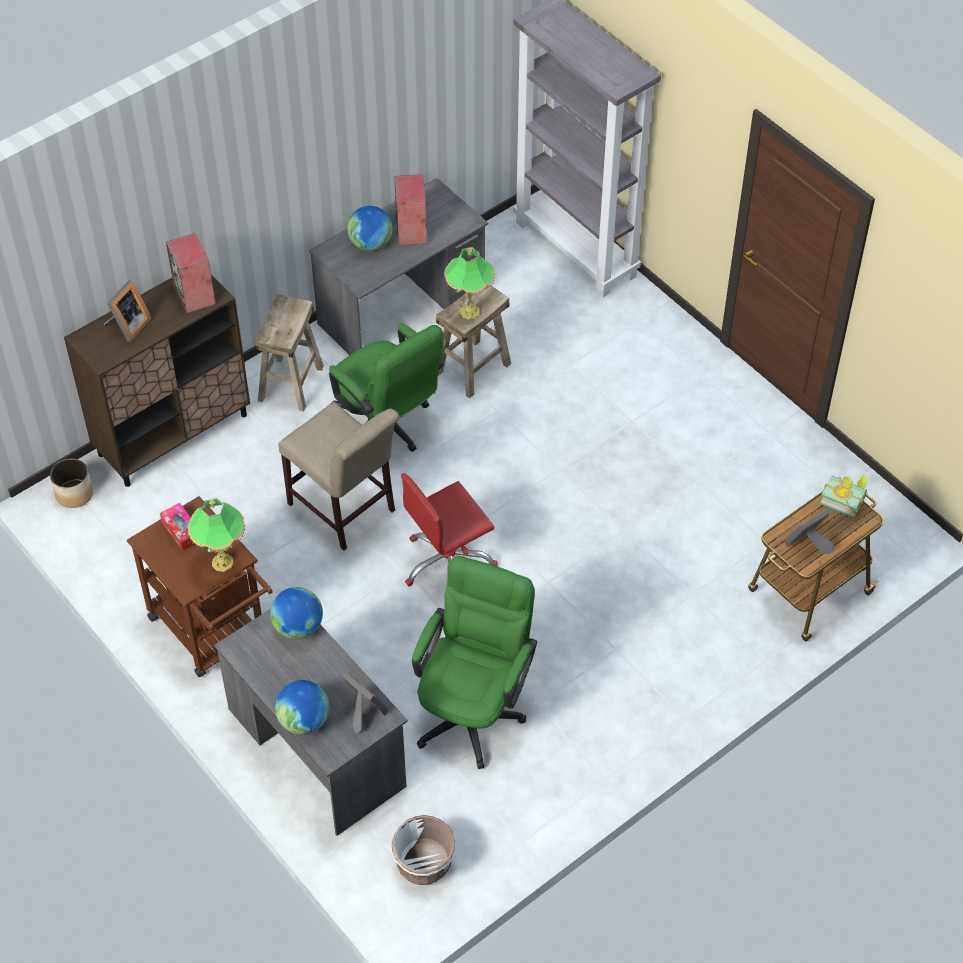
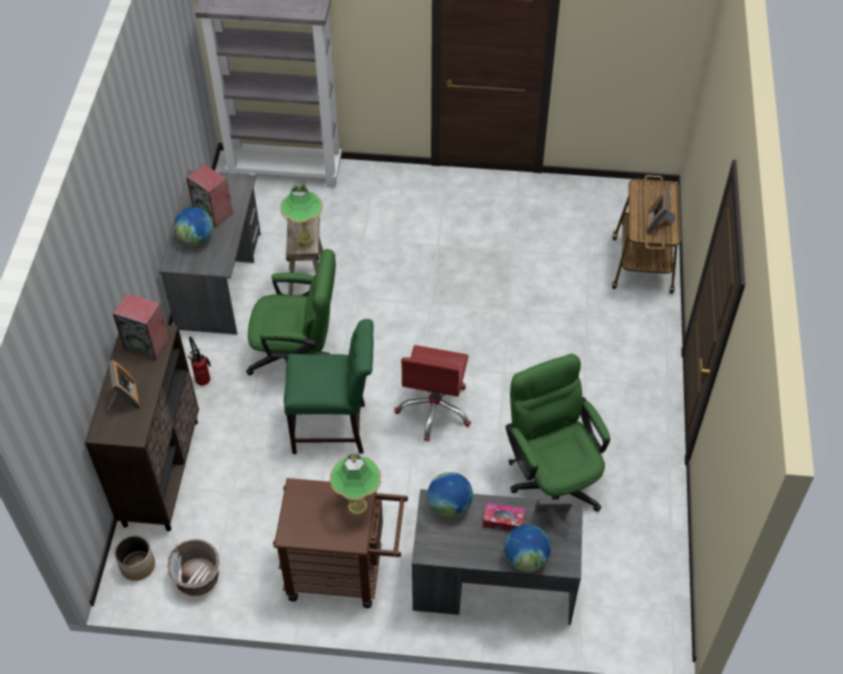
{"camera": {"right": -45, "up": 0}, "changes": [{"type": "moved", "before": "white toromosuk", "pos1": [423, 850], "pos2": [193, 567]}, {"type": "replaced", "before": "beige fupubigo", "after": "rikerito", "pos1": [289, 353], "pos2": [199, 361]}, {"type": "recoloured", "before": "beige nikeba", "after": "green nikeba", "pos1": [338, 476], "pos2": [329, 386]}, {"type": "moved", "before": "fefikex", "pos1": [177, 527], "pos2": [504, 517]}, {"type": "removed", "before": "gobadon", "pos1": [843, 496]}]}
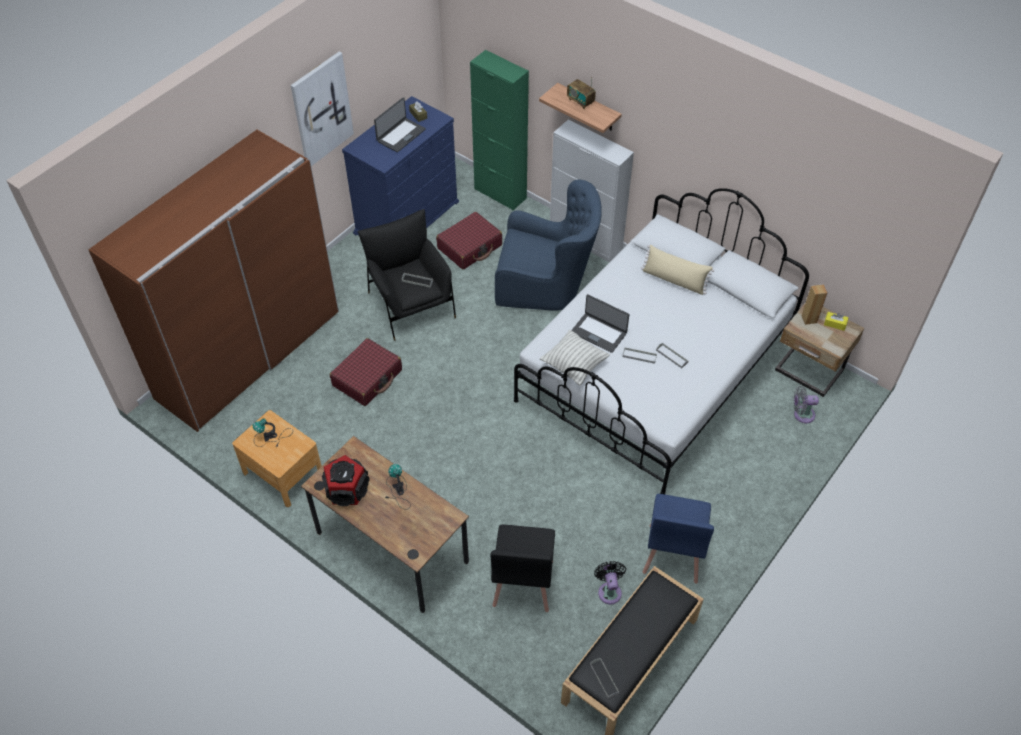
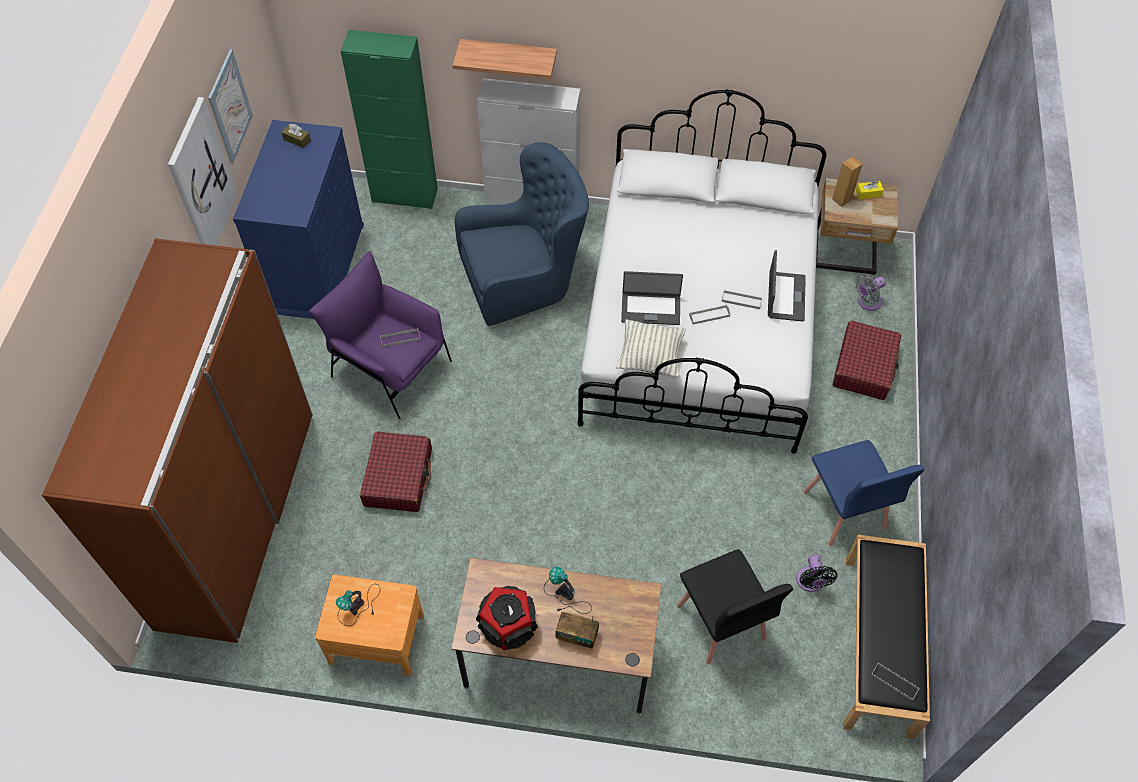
{"camera": {"right": -30, "up": 5}, "changes": [{"type": "added", "after": "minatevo", "pos2": [230, 106]}, {"type": "recoloured", "before": "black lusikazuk", "after": "purple lusikazuk", "pos1": [407, 275], "pos2": [380, 335]}, {"type": "moved", "before": "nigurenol", "pos1": [581, 93], "pos2": [577, 630]}, {"type": "moved", "before": "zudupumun", "pos1": [400, 124], "pos2": [787, 286]}, {"type": "turned", "before": "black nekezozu", "pos1": [610, 582], "pos2": [817, 573], "turn": -150}, {"type": "moved", "before": "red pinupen", "pos1": [469, 240], "pos2": [866, 360]}, {"type": "removed", "before": "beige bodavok", "pos1": [677, 270]}]}
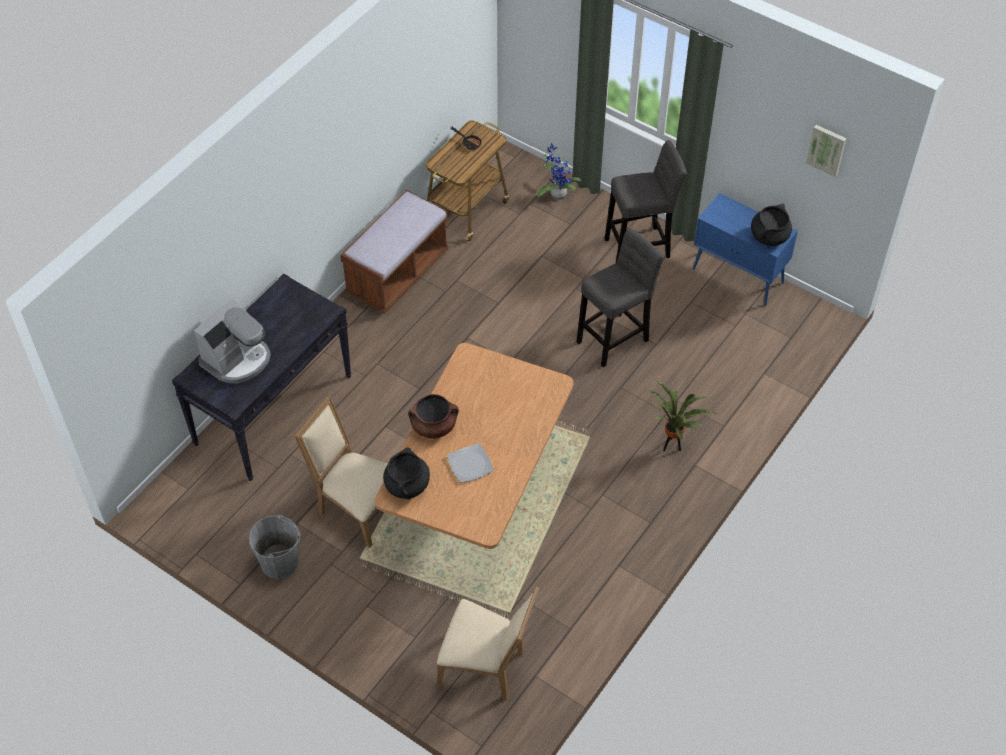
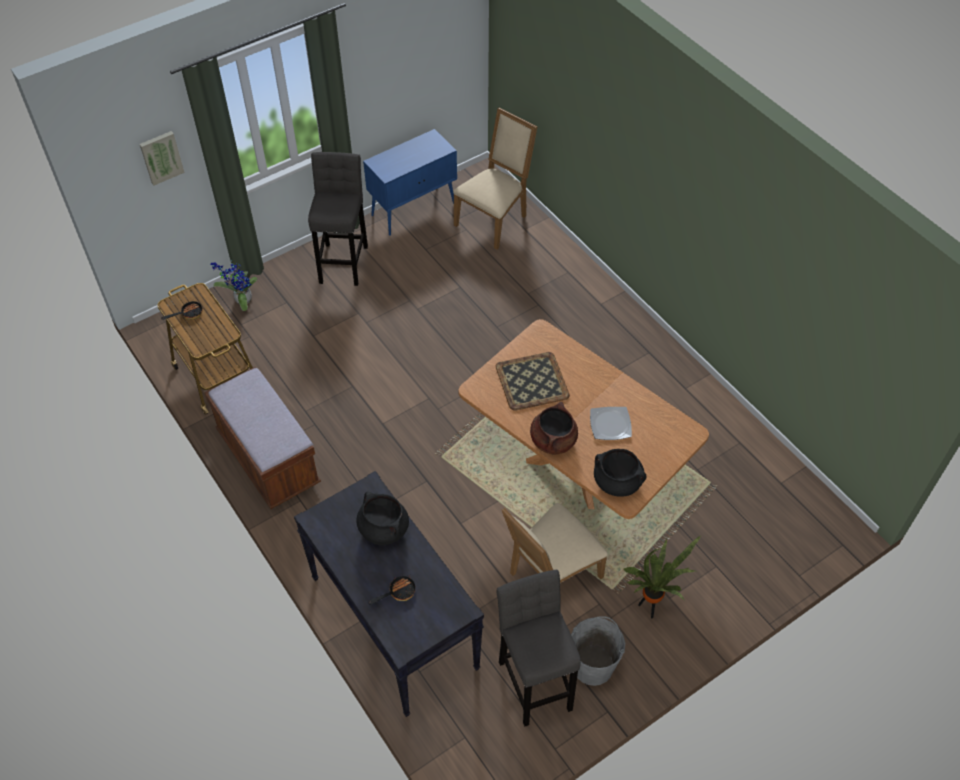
{"camera": {"right": -70, "up": 0}, "changes": [{"type": "moved", "before": "minatevo", "pos1": [826, 151], "pos2": [162, 158]}, {"type": "moved", "before": "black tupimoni", "pos1": [771, 225], "pos2": [383, 518]}, {"type": "replaced", "before": "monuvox", "after": "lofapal", "pos1": [232, 341], "pos2": [392, 590]}, {"type": "moved", "before": "beige nikeba", "pos1": [488, 643], "pos2": [495, 178]}, {"type": "added", "after": "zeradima", "pos2": [533, 381]}, {"type": "moved", "before": "grey fupubigo", "pos1": [620, 297], "pos2": [539, 647]}, {"type": "moved", "before": "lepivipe", "pos1": [682, 416], "pos2": [662, 577]}]}
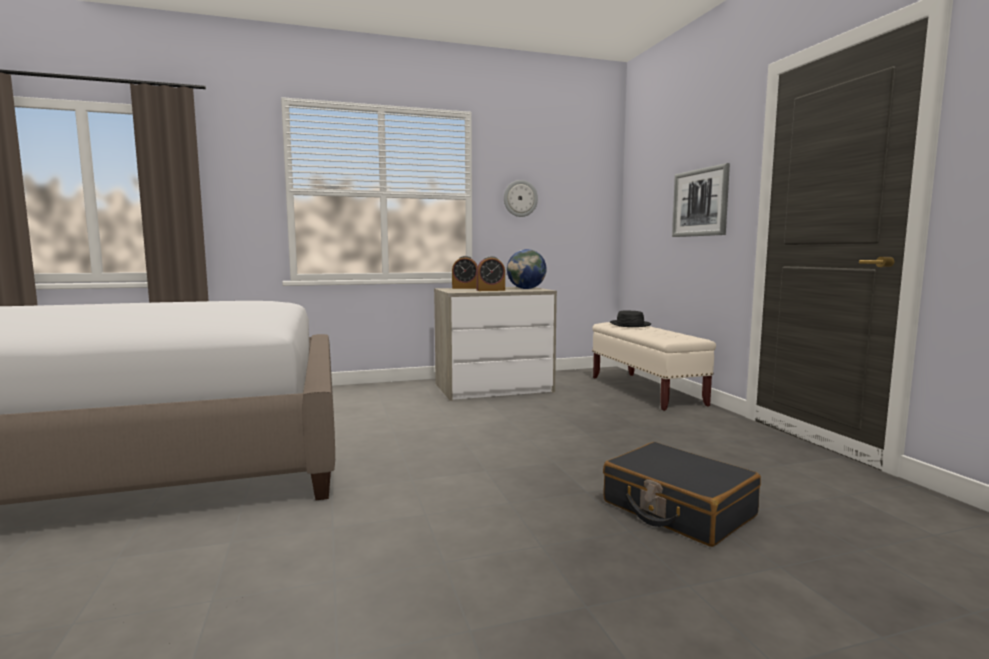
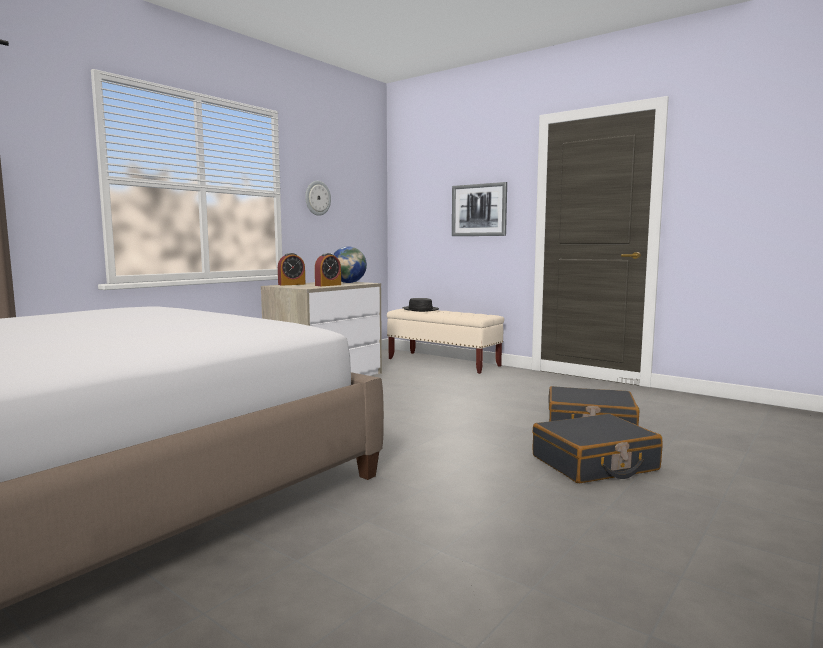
{"camera": {"right": -35, "up": 0}, "changes": [{"type": "added", "after": "black pinupen", "pos2": [597, 448]}]}
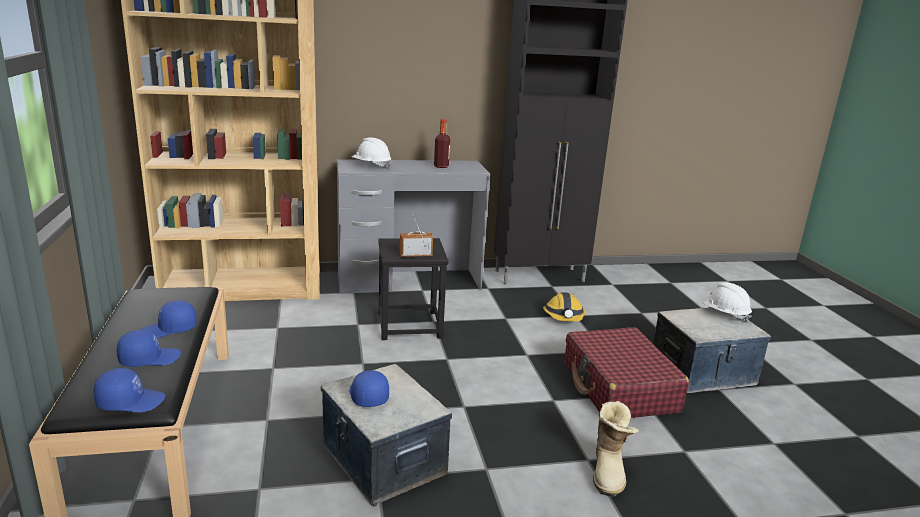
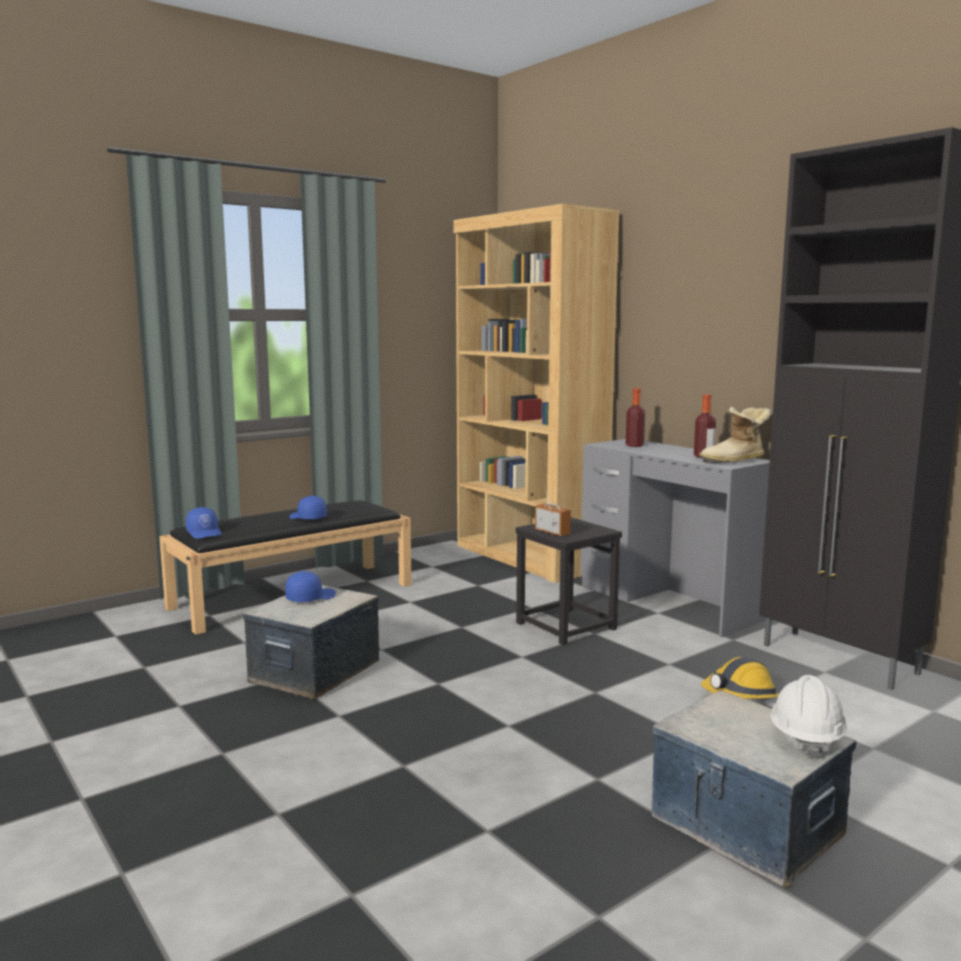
{"camera": {"right": 65, "up": -10}, "changes": [{"type": "replaced", "before": "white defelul", "after": "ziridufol", "pos1": [371, 153], "pos2": [635, 417]}, {"type": "moved", "before": "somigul", "pos1": [616, 449], "pos2": [735, 435]}, {"type": "removed", "before": "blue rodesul", "pos1": [149, 348]}, {"type": "removed", "before": "red pinupen", "pos1": [626, 372]}]}
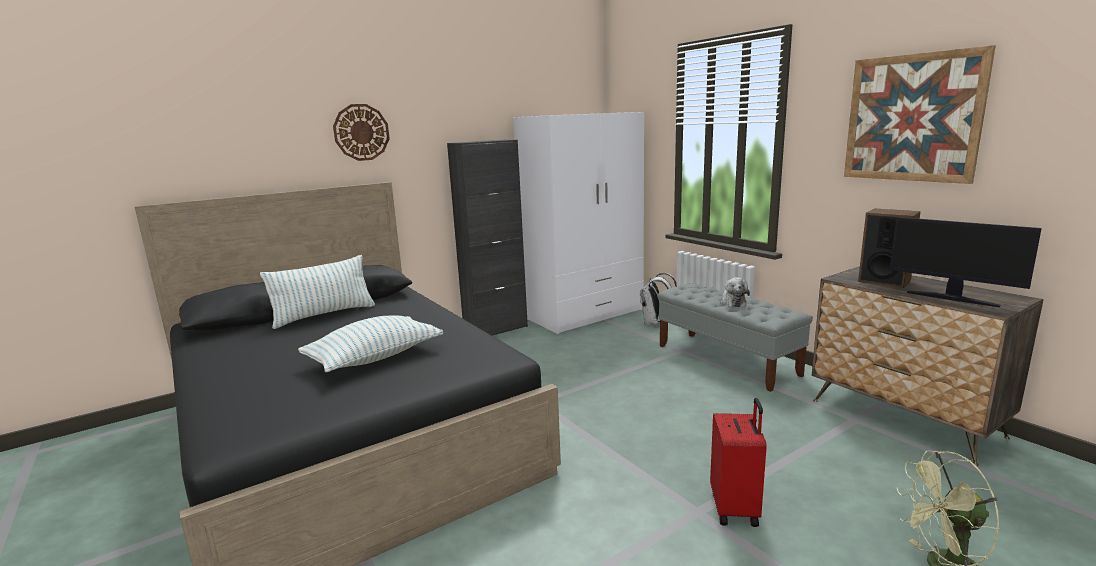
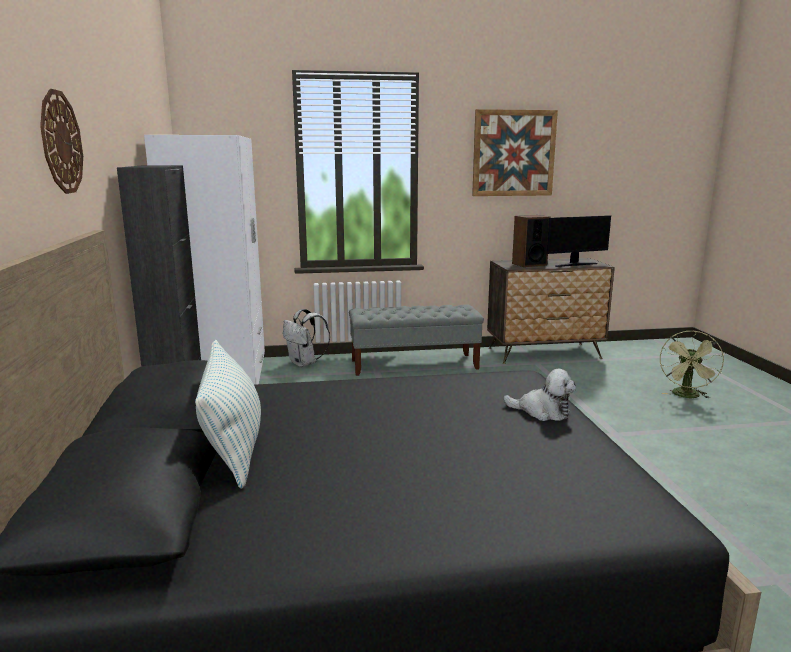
{"camera": {"right": -65, "up": 0}, "changes": [{"type": "moved", "before": "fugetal", "pos1": [735, 292], "pos2": [539, 395]}, {"type": "removed", "before": "bodavok", "pos1": [370, 343]}, {"type": "removed", "before": "red pinupen", "pos1": [738, 462]}]}
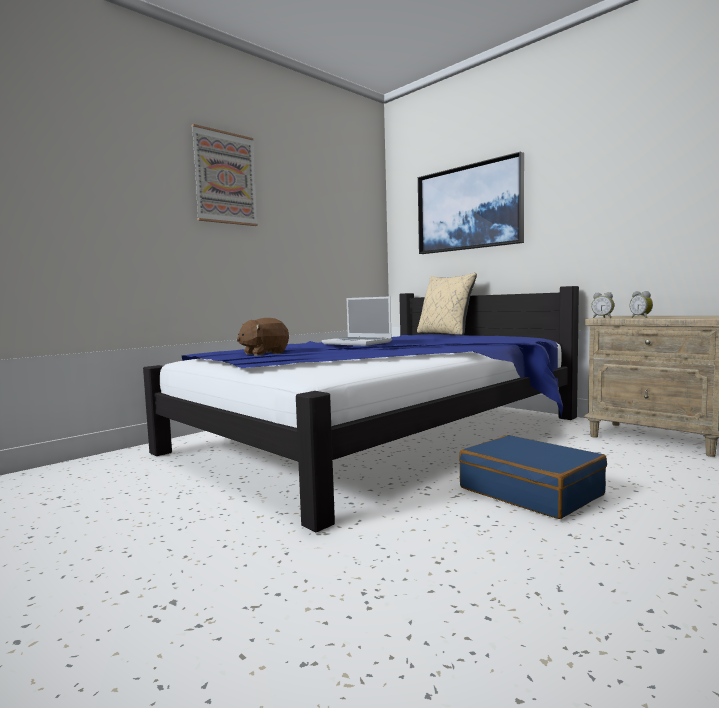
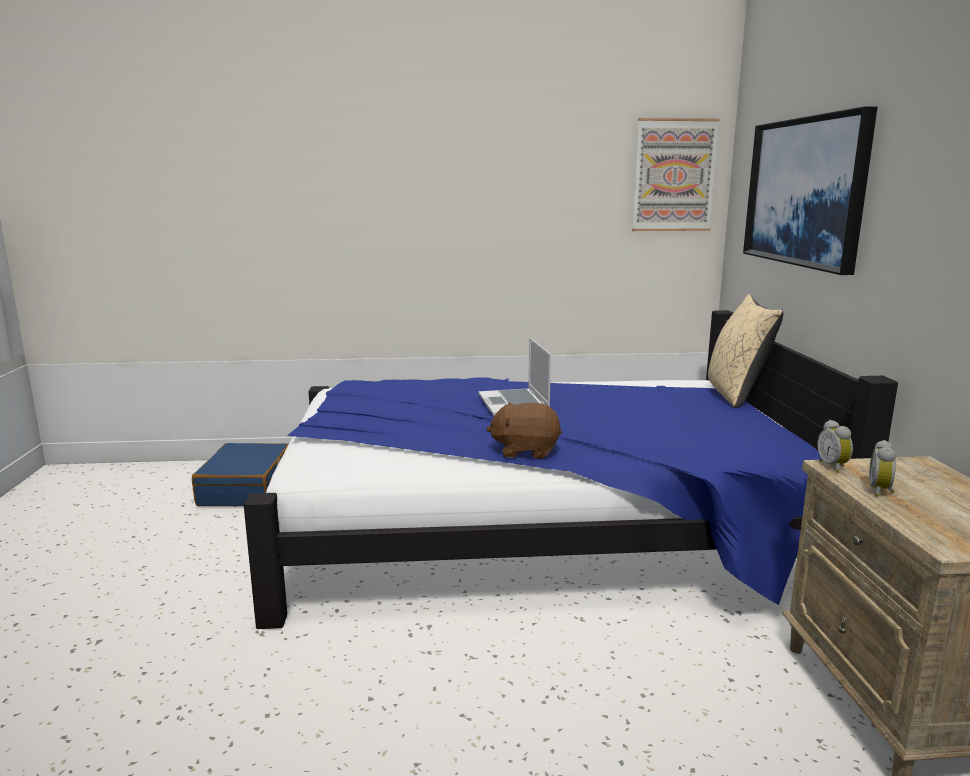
{"camera": {"right": 40, "up": 10}, "changes": [{"type": "moved", "before": "blue pinupen", "pos1": [533, 477], "pos2": [240, 474]}, {"type": "moved", "before": "brown fugetal", "pos1": [263, 337], "pos2": [524, 431]}, {"type": "moved", "before": "minatevo", "pos1": [225, 175], "pos2": [676, 174]}]}
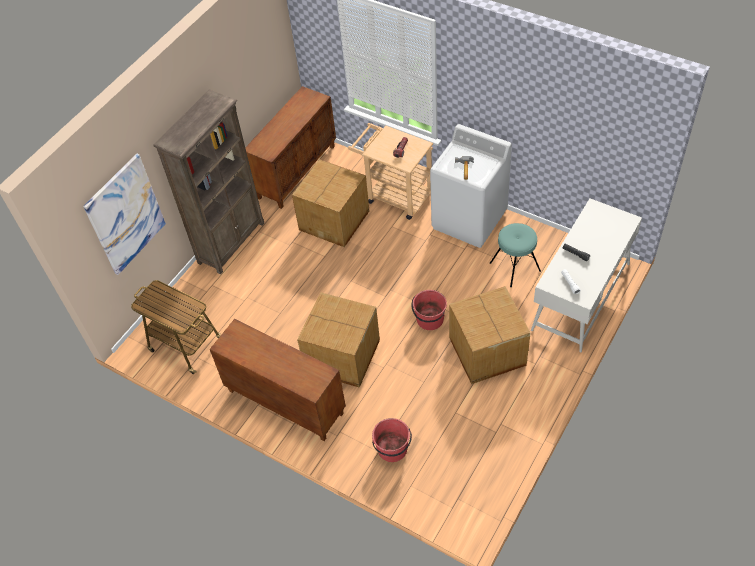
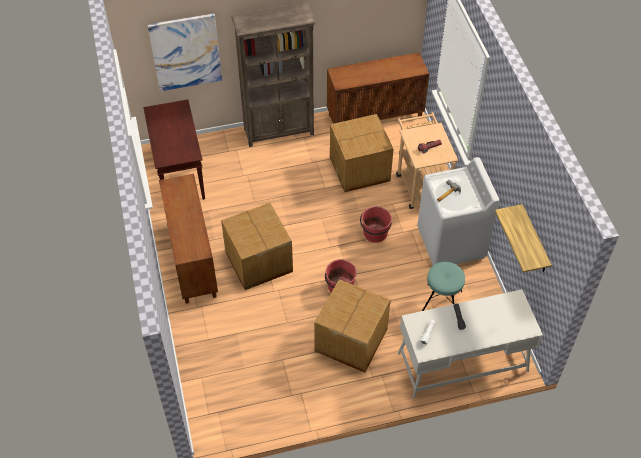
{"camera": {"right": 40, "up": 0}, "changes": [{"type": "replaced", "before": "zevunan", "after": "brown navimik", "pos1": [176, 327], "pos2": [174, 149]}, {"type": "moved", "before": "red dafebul", "pos1": [392, 440], "pos2": [376, 224]}, {"type": "added", "after": "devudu", "pos2": [523, 238]}]}
